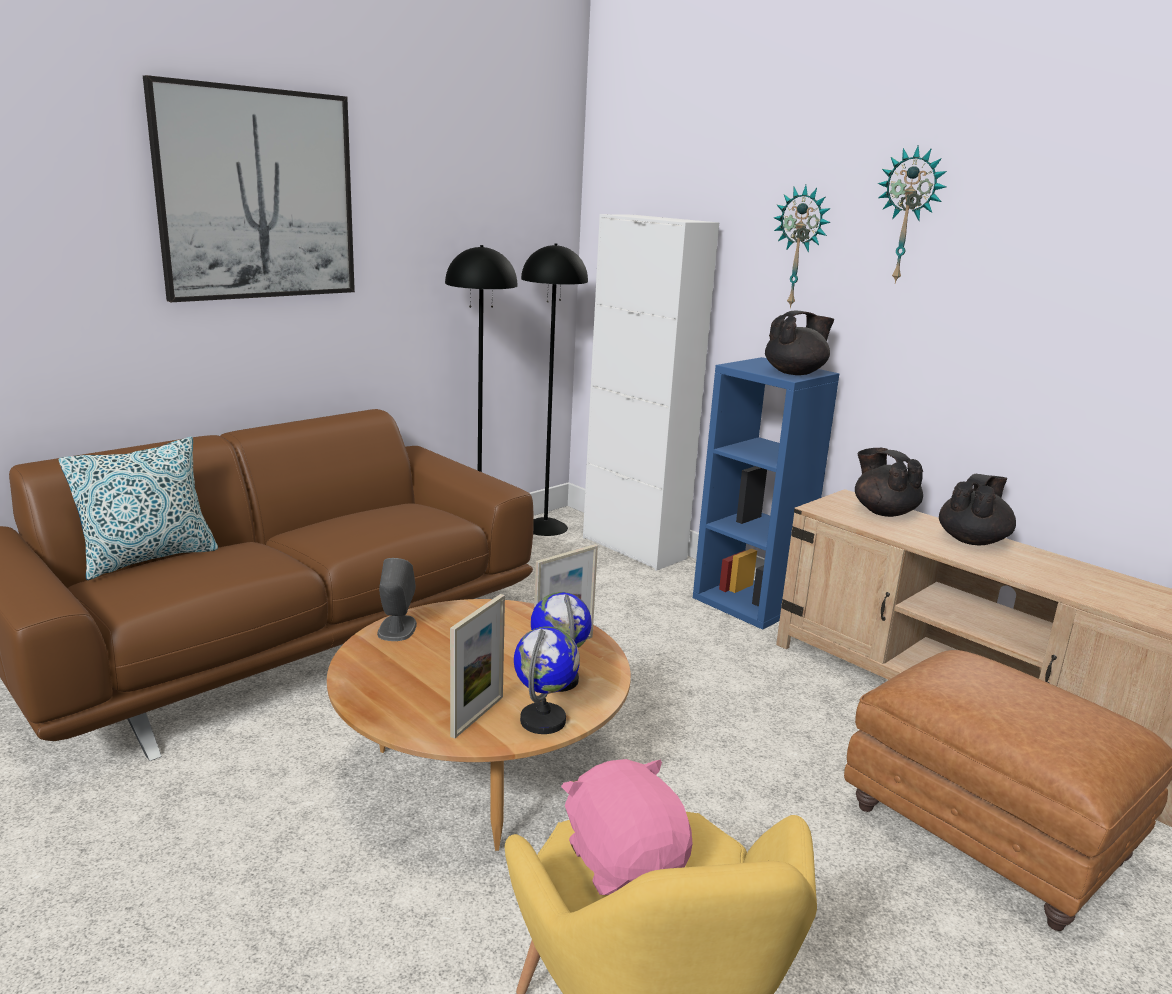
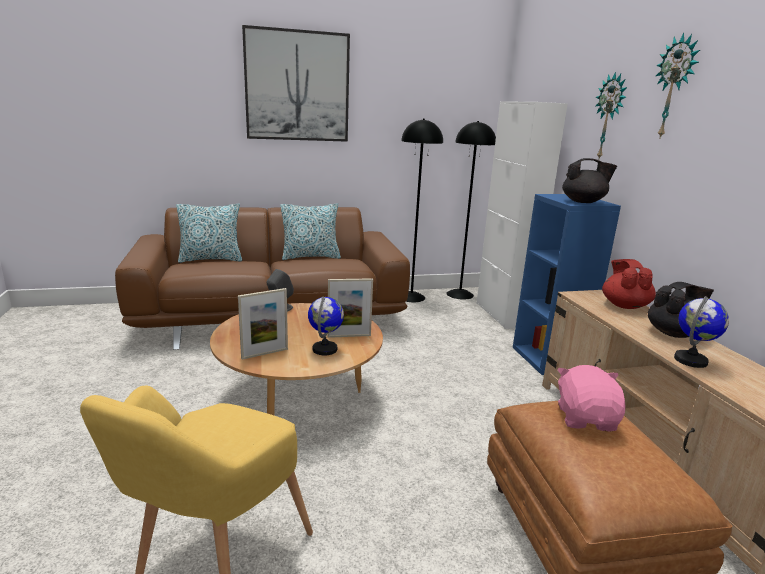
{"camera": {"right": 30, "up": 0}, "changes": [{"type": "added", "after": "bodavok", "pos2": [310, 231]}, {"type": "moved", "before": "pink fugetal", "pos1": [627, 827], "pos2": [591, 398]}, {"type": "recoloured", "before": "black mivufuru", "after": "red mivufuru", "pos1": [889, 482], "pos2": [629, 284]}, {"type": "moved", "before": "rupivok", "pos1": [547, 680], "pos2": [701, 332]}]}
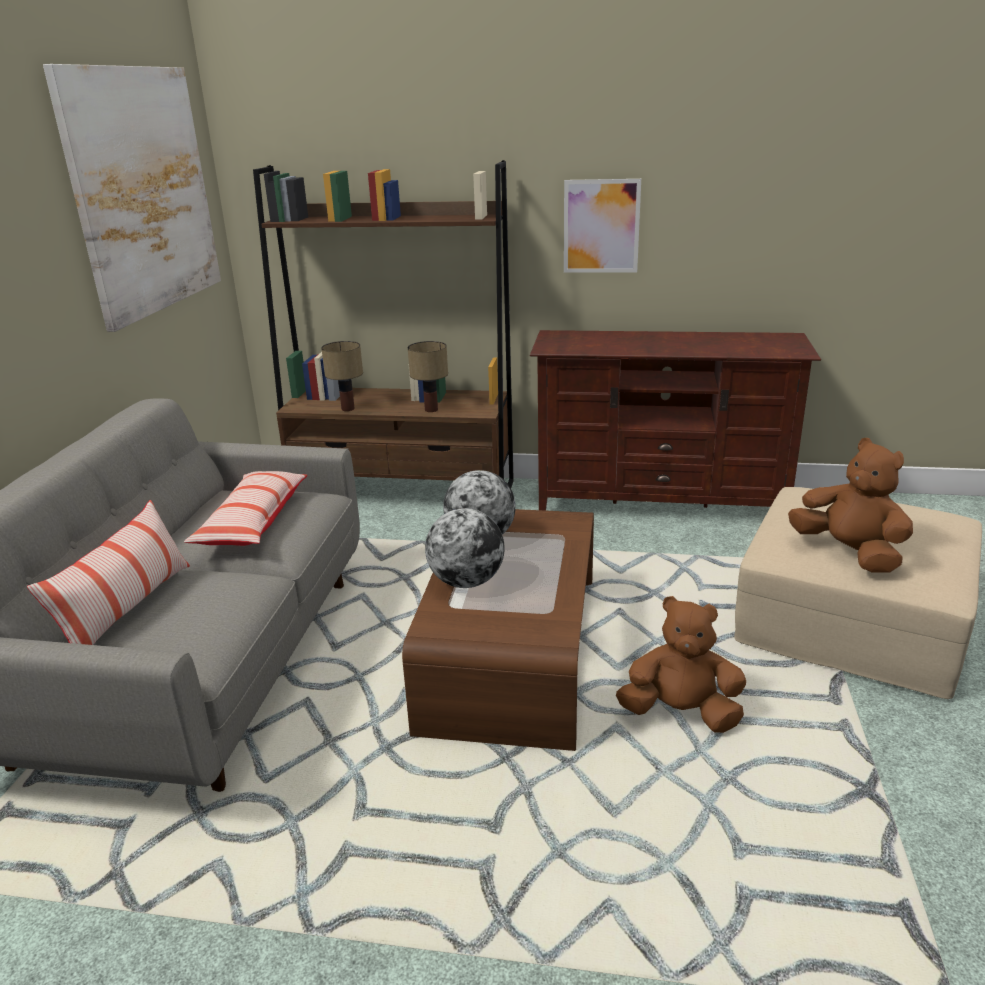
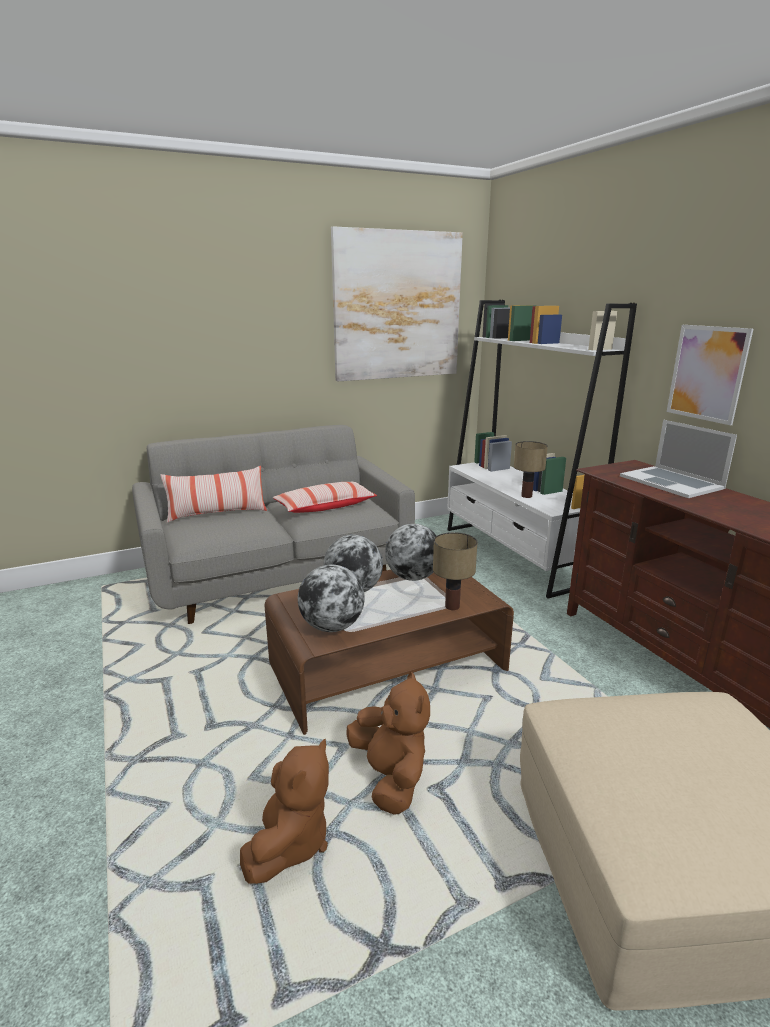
{"camera": {"right": 55, "up": -5}, "changes": [{"type": "moved", "before": "brown fugetal", "pos1": [850, 505], "pos2": [284, 811]}, {"type": "added", "after": "rupivok", "pos2": [331, 598]}, {"type": "moved", "before": "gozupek", "pos1": [342, 376], "pos2": [455, 571]}, {"type": "recoloured", "before": "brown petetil", "after": "white petetil", "pos1": [383, 324], "pos2": [542, 449]}, {"type": "added", "after": "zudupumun", "pos2": [678, 459]}]}
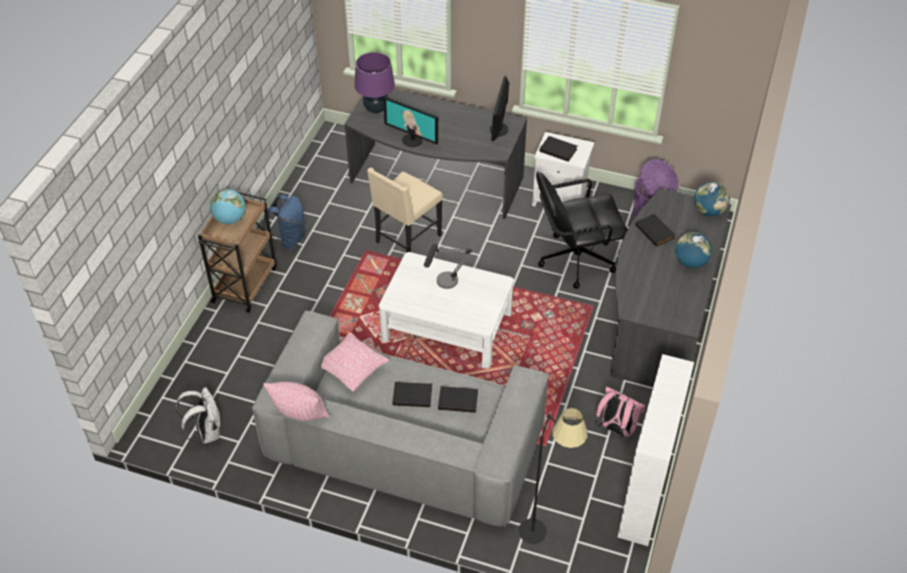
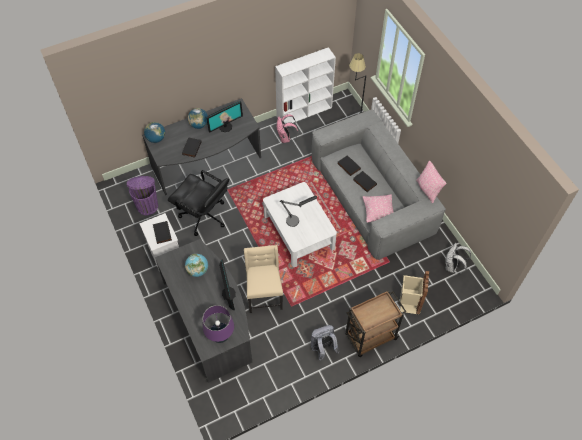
{"camera": {"right": -135, "up": 10}, "changes": [{"type": "moved", "before": "rupivok", "pos1": [228, 206], "pos2": [196, 265]}, {"type": "moved", "before": "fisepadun", "pos1": [499, 108], "pos2": [224, 117]}, {"type": "turned", "before": "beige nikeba", "pos1": [405, 210], "pos2": [263, 279], "turn": -90}, {"type": "recoloured", "before": "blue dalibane", "after": "grey dalibane", "pos1": [284, 222], "pos2": [325, 343]}, {"type": "added", "after": "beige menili", "pos2": [414, 293]}]}
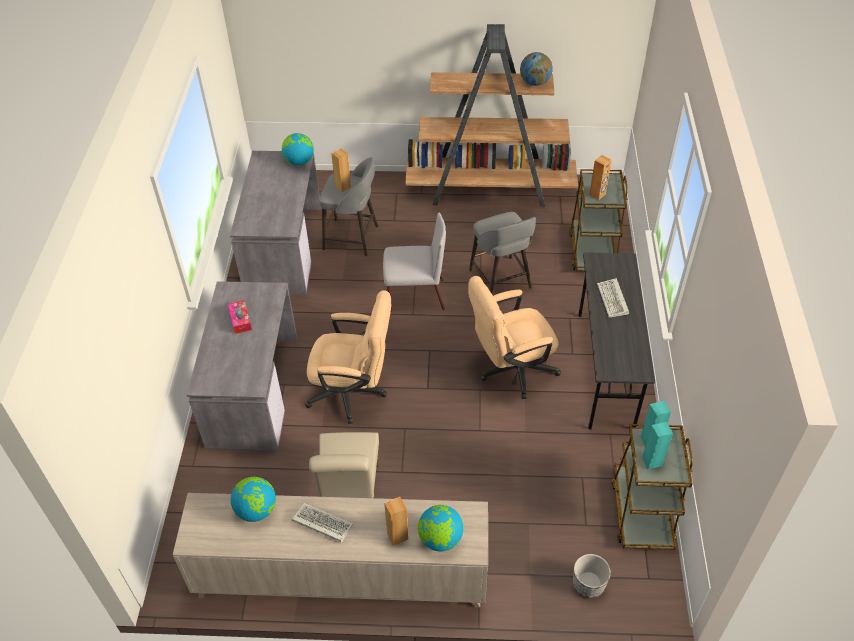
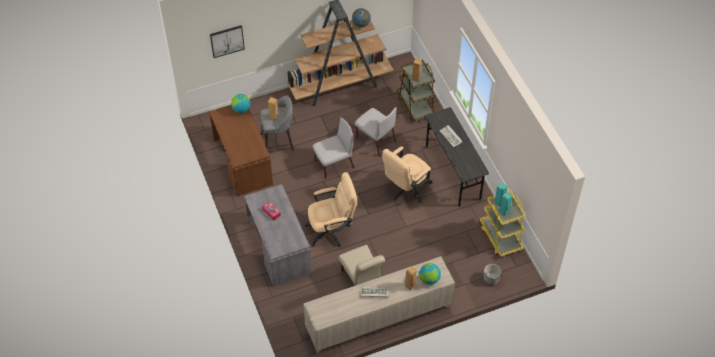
{"camera": {"right": -25, "up": 5}, "changes": [{"type": "recoloured", "before": "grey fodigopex", "after": "brown fodigopex", "pos1": [275, 222], "pos2": [241, 150]}, {"type": "added", "after": "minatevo", "pos2": [227, 41]}, {"type": "replaced", "before": "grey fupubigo", "after": "grey nikeba", "pos1": [502, 253], "pos2": [376, 131]}, {"type": "recoloured", "before": "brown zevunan", "after": "yellow zevunan", "pos1": [652, 487], "pos2": [503, 223]}, {"type": "removed", "before": "rupivok", "pos1": [253, 499]}]}
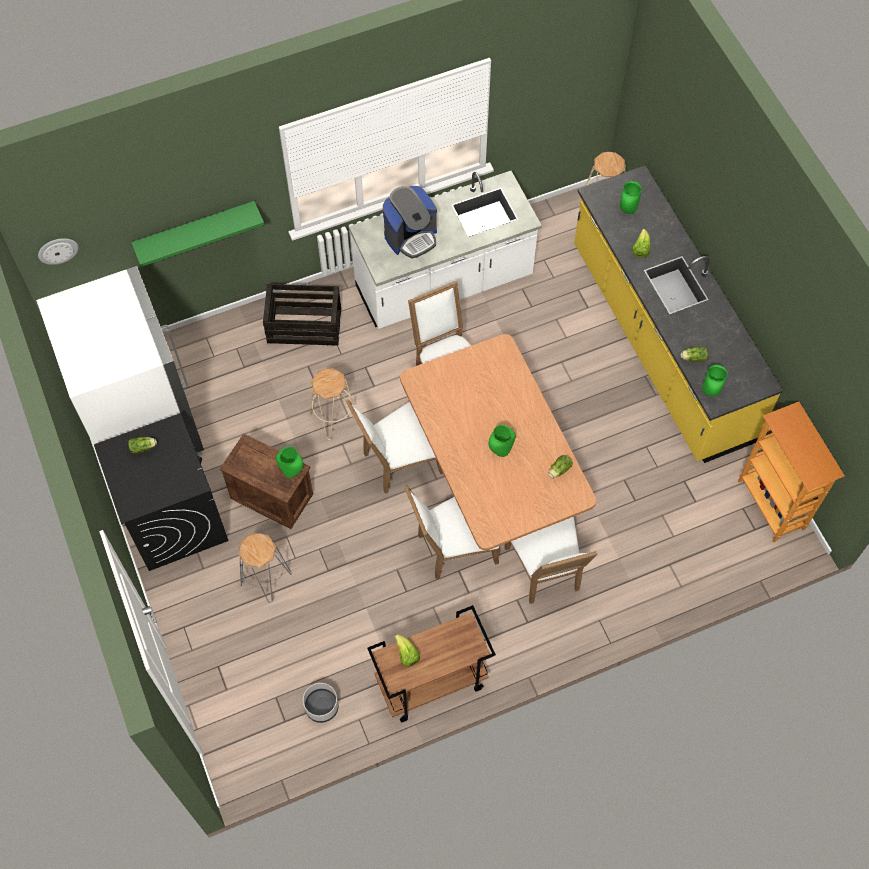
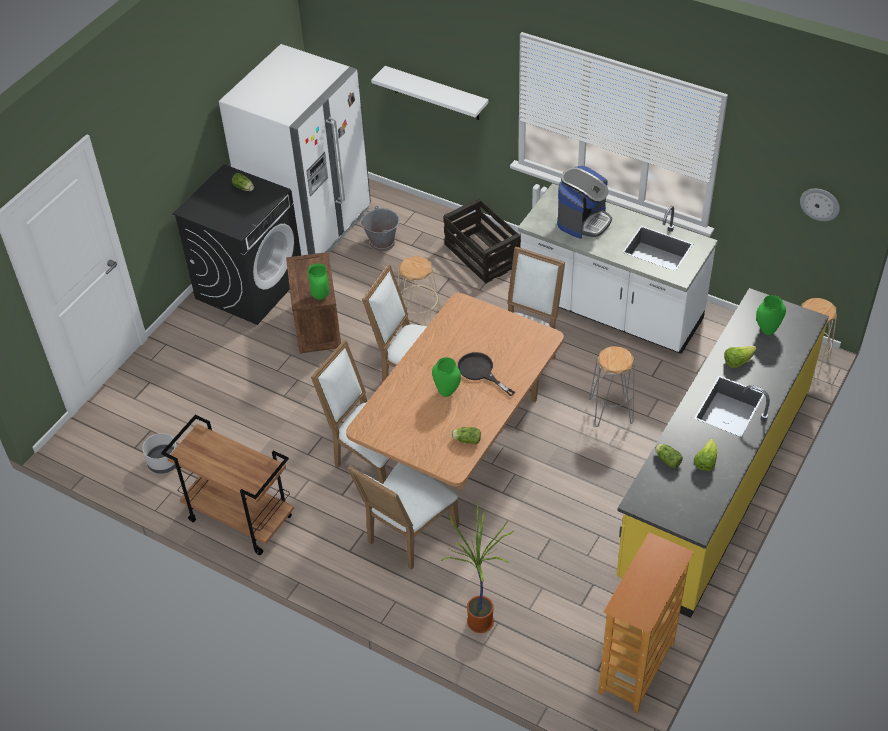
{"camera": {"right": 55, "up": -15}, "changes": [{"type": "added", "after": "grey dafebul", "pos2": [380, 229]}, {"type": "recoloured", "before": "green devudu", "after": "white devudu", "pos1": [197, 234], "pos2": [430, 93]}, {"type": "added", "after": "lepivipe", "pos2": [477, 567]}, {"type": "added", "after": "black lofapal", "pos2": [486, 374]}, {"type": "turned", "before": "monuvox", "pos1": [410, 222], "pos2": [584, 202], "turn": -75}, {"type": "moved", "before": "grey fupubigo", "pos1": [265, 568], "pos2": [612, 386]}, {"type": "moved", "before": "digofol", "pos1": [407, 650], "pos2": [705, 454]}, {"type": "moved", "before": "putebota", "pos1": [58, 251], "pos2": [820, 205]}, {"type": "removed", "before": "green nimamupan", "pos1": [714, 380]}]}
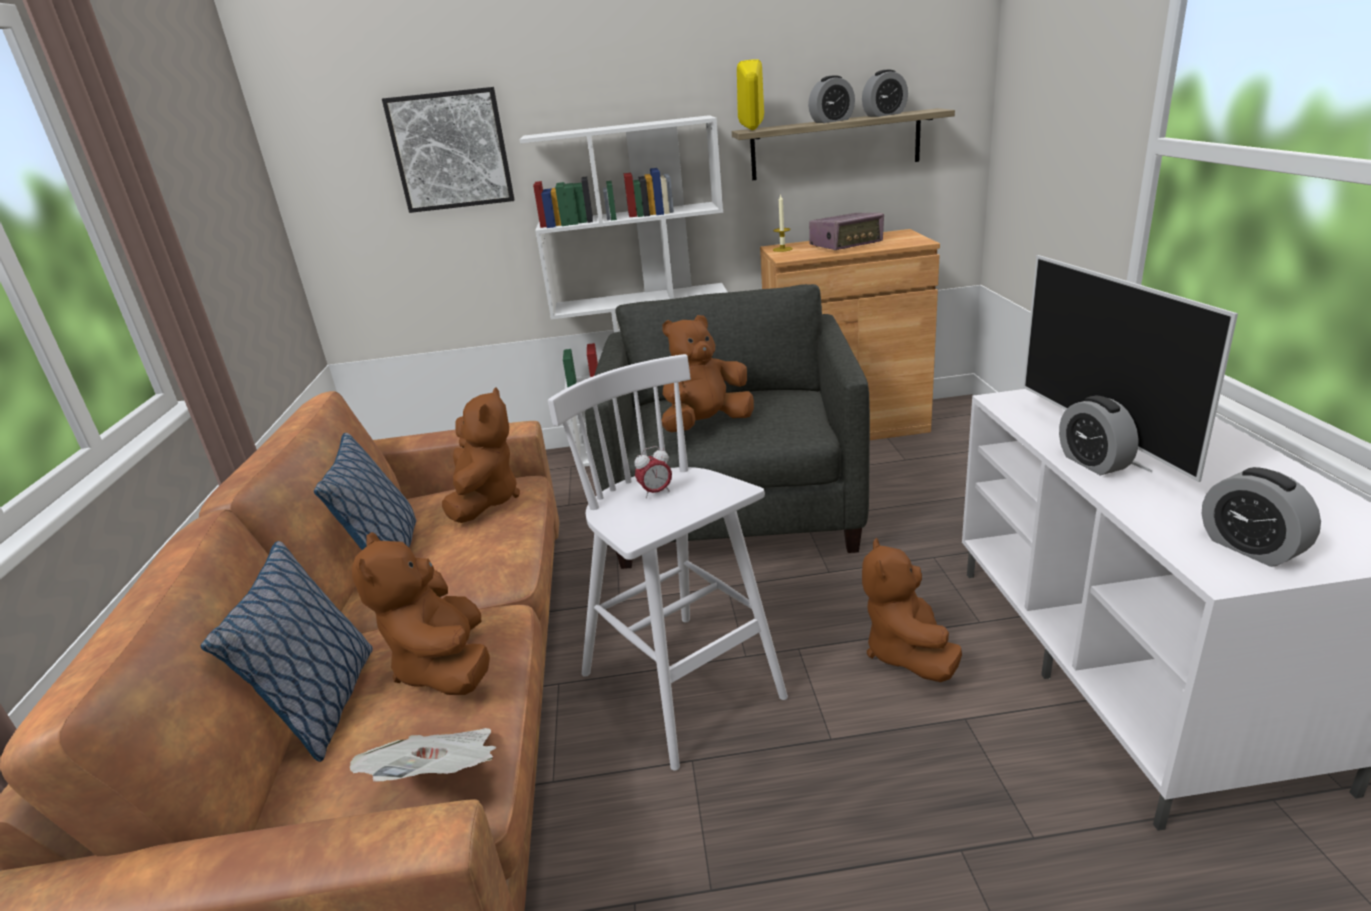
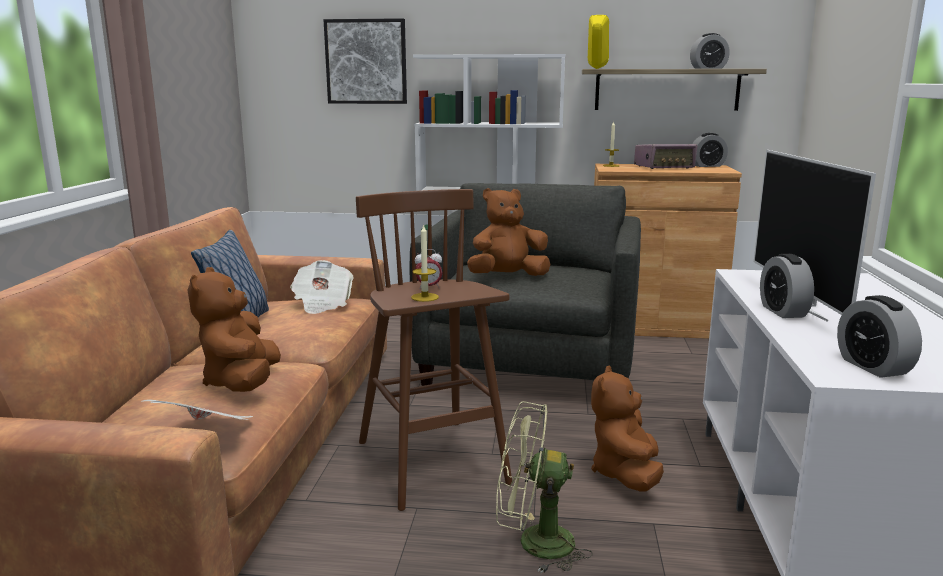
{"camera": {"right": 10, "up": -10}, "changes": [{"type": "replaced", "before": "brown fugetal", "after": "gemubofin", "pos1": [481, 455], "pos2": [322, 287]}, {"type": "recoloured", "before": "white fupubigo", "after": "brown fupubigo", "pos1": [668, 562], "pos2": [434, 350]}, {"type": "added", "after": "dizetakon", "pos2": [425, 263]}, {"type": "added", "after": "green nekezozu", "pos2": [544, 487]}, {"type": "moved", "before": "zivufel", "pos1": [831, 99], "pos2": [710, 150]}, {"type": "removed", "before": "bodavok", "pos1": [286, 651]}]}
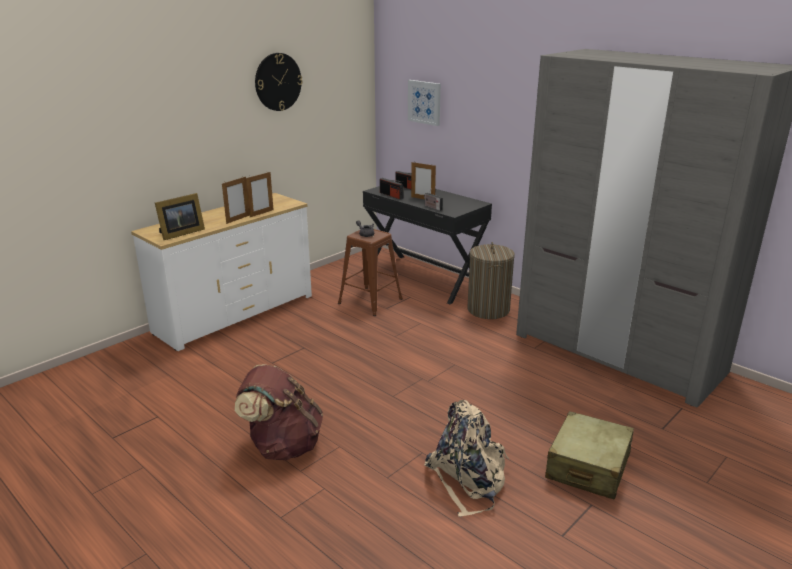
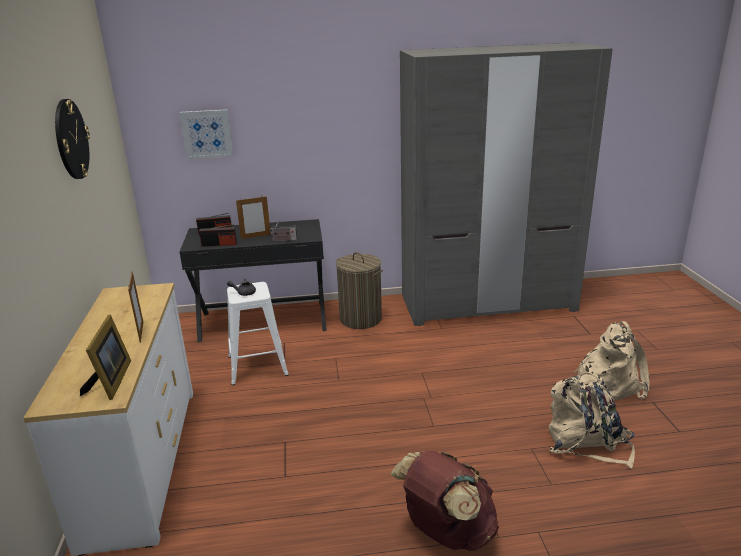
{"camera": {"right": -50, "up": 0}, "changes": [{"type": "recoloured", "before": "brown fupubigo", "after": "white fupubigo", "pos1": [370, 272], "pos2": [258, 333]}, {"type": "replaced", "before": "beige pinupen", "after": "beige dalibane", "pos1": [589, 455], "pos2": [612, 360]}, {"type": "removed", "before": "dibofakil", "pos1": [260, 194]}]}
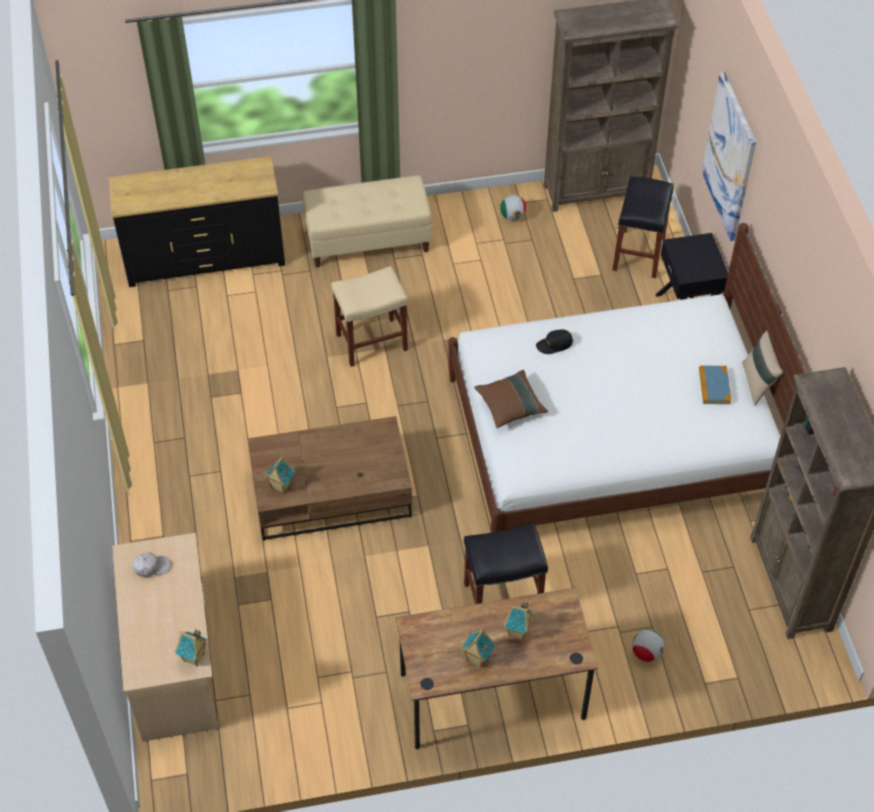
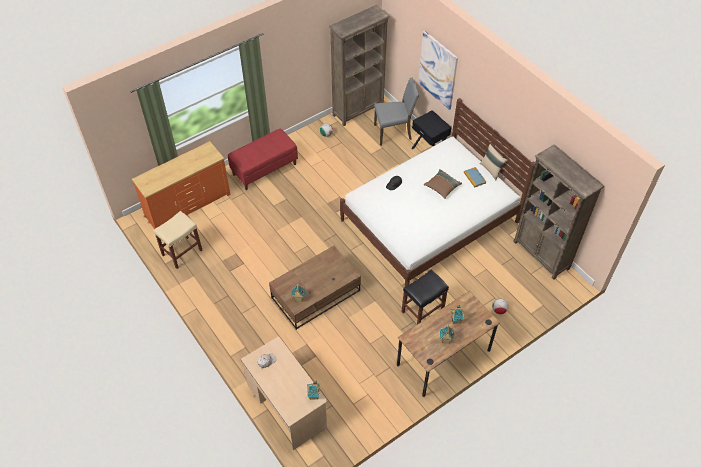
{"camera": {"right": -25, "up": 0}, "changes": [{"type": "recoloured", "before": "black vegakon", "after": "orange vegakon", "pos1": [196, 221], "pos2": [181, 185]}, {"type": "moved", "before": "beige fupubigo", "pos1": [369, 316], "pos2": [177, 240]}, {"type": "recoloured", "before": "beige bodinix", "after": "red bodinix", "pos1": [367, 221], "pos2": [263, 159]}, {"type": "replaced", "before": "black fupubigo", "after": "grey nikeba", "pos1": [643, 227], "pos2": [396, 111]}, {"type": "moved", "before": "brown bodavok", "pos1": [511, 399], "pos2": [442, 183]}]}
